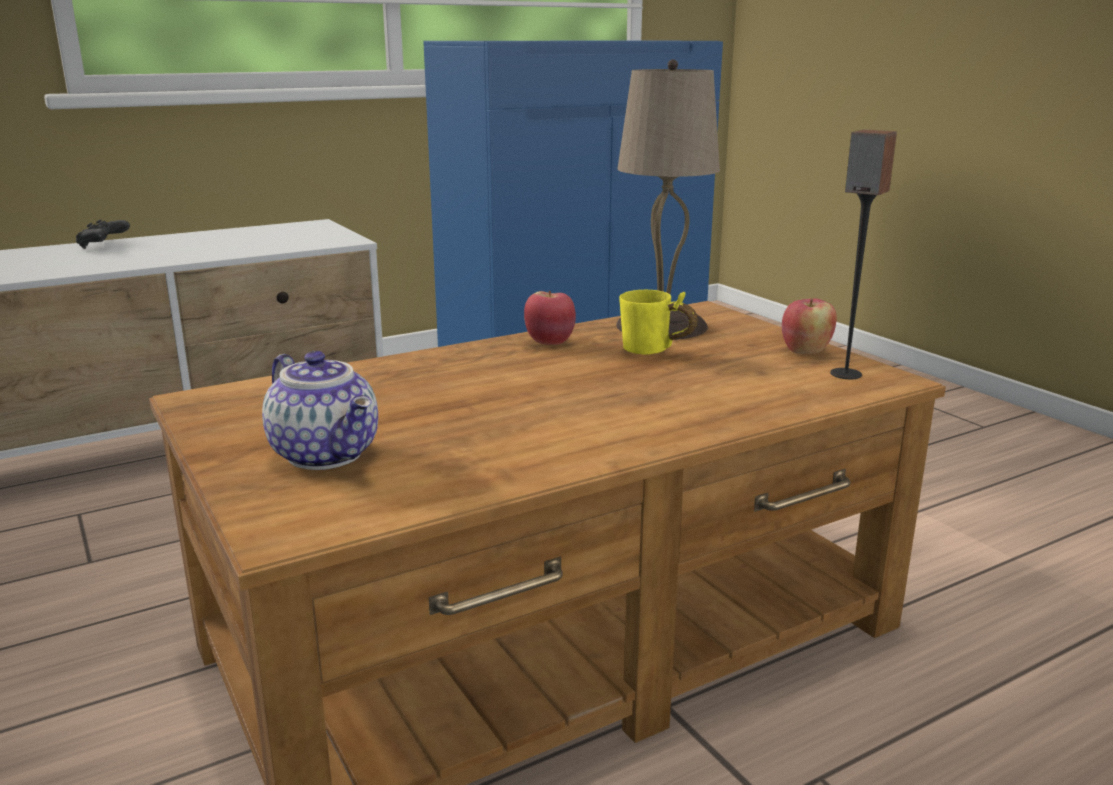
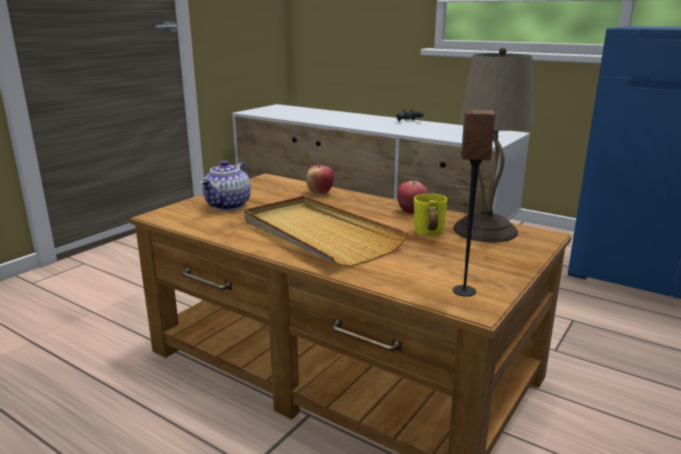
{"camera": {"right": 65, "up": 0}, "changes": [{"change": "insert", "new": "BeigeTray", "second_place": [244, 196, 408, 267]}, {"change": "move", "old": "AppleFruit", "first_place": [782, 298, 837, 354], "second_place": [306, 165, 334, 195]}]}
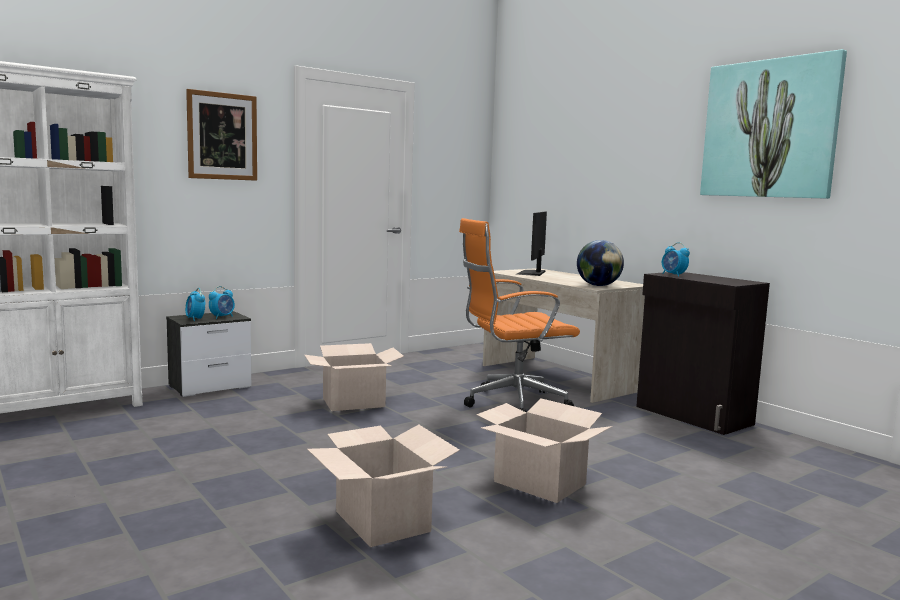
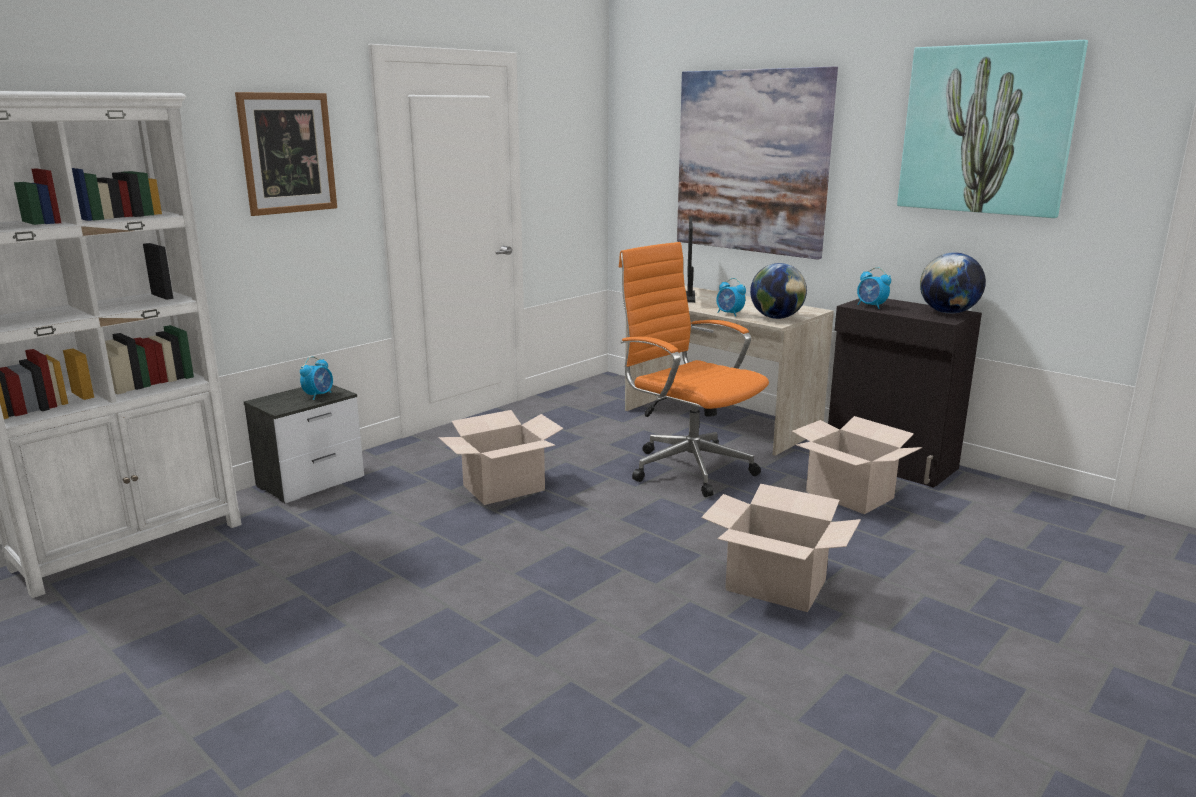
{"camera": {"right": -10, "up": 10}, "changes": [{"change": "rotate", "old": "OrangeDeskChair", "first_place": [459, 218, 580, 413], "second_place": [619, 242, 769, 497], "degrees": 75}, {"change": "insert", "new": "Picture", "second_place": [677, 67, 838, 260]}, {"change": "move", "old": "TableClock", "first_place": [185, 288, 205, 321], "second_place": [716, 278, 746, 317]}, {"change": "move", "old": "CardboardBox", "first_place": [307, 425, 460, 547], "second_place": [792, 416, 922, 514]}, {"change": "insert", "new": "WorldGlobe", "second_place": [920, 252, 986, 314]}]}
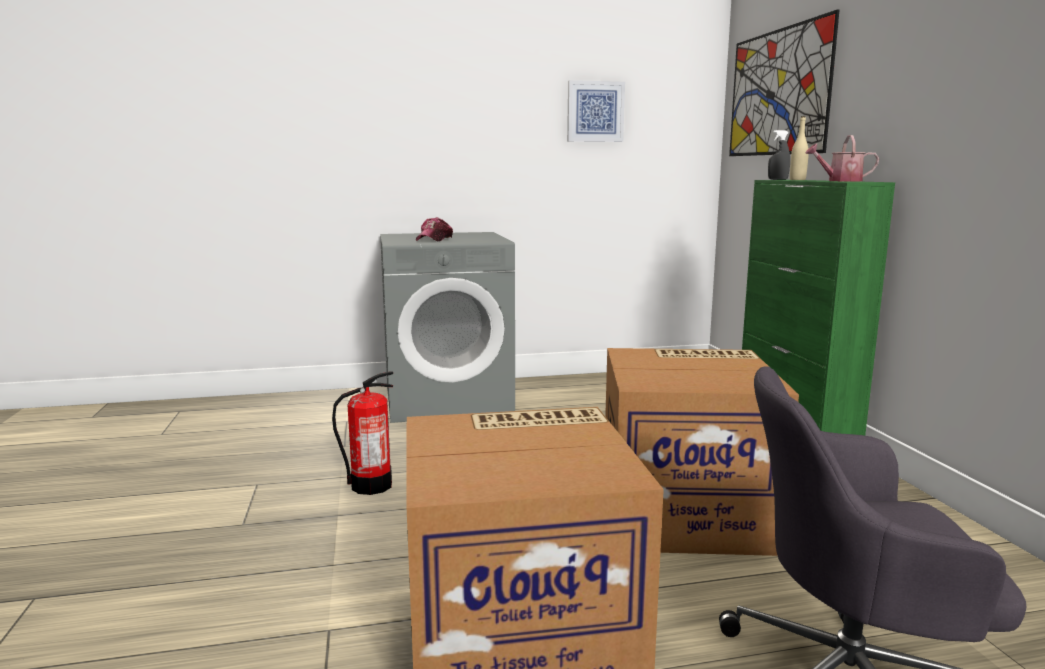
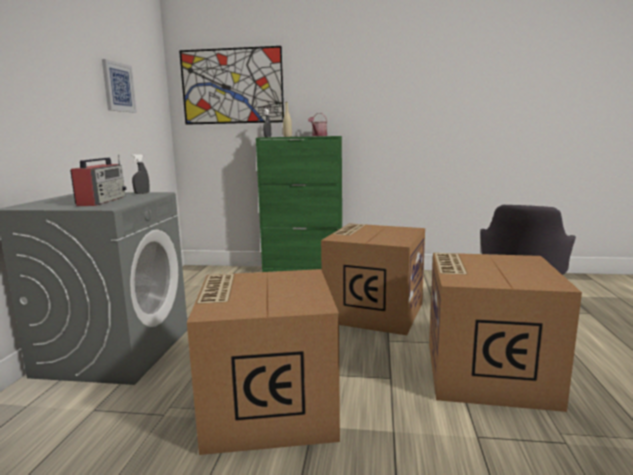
{"camera": {"right": -70, "up": 0}, "changes": [{"change": "replace", "old": "Cap", "new": "RadioSet", "first_place": [416, 217, 453, 241], "second_place": [70, 155, 127, 206]}, {"change": "insert", "new": "GreyHandSprayer", "second_place": [131, 154, 150, 194]}, {"change": "replace", "old": "Extinguisher", "new": "CardboardBox", "first_place": [332, 372, 393, 495], "second_place": [187, 269, 340, 455]}]}
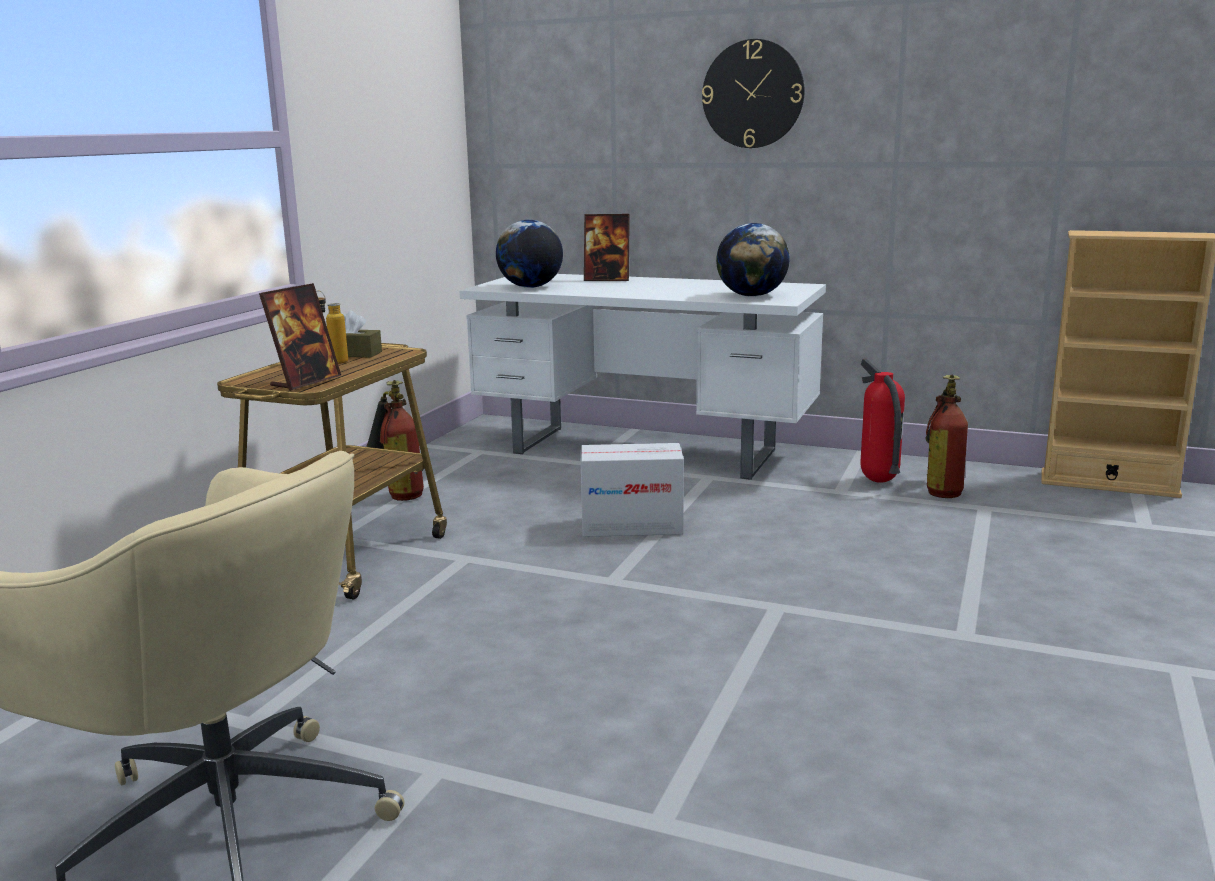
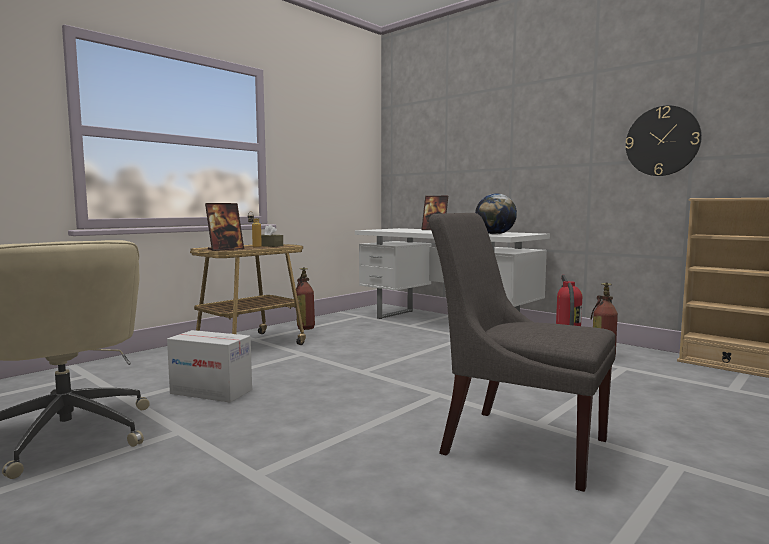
{"camera": {"right": 20, "up": -10}, "changes": [{"change": "move", "old": "CardboardBox", "first_place": [581, 443, 684, 537], "second_place": [167, 330, 252, 402]}, {"change": "insert", "new": "GreyChair", "second_place": [429, 213, 616, 492]}, {"change": "move", "old": "ClockOnTheWall", "first_place": [702, 39, 804, 148], "second_place": [625, 105, 702, 176]}, {"change": "delete", "old": "WorldGlobe", "first_place": [496, 220, 563, 288]}]}
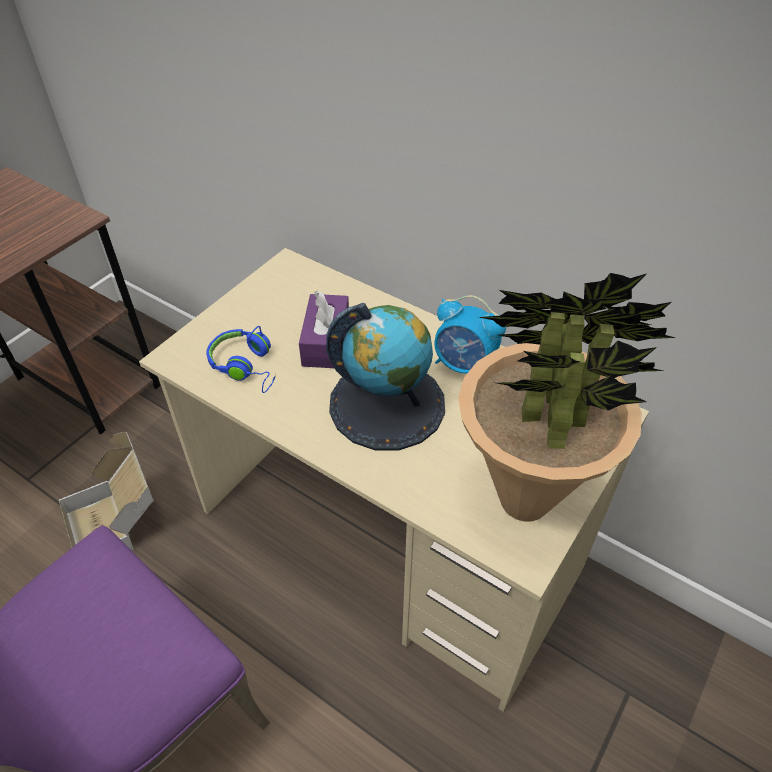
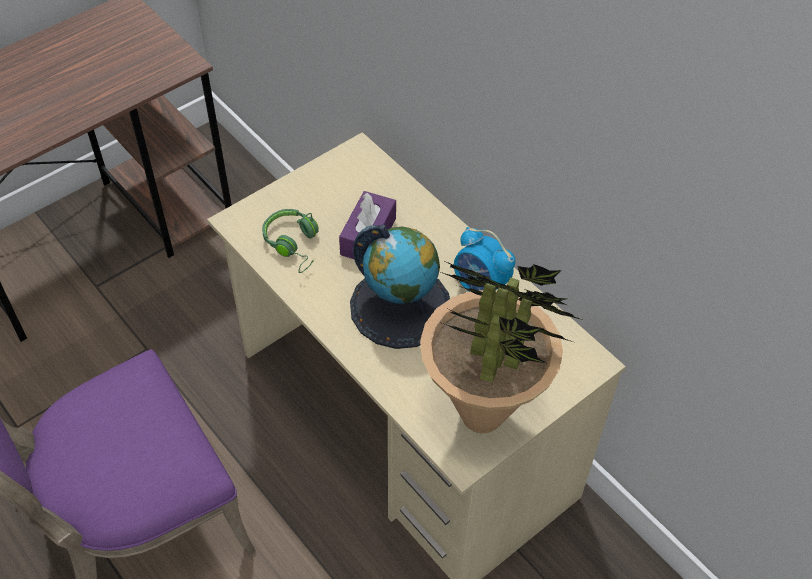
{"camera": {"right": 15, "up": 5}, "changes": [{"change": "recolor", "old": "BluishHeadphones", "new": "GreenHeadphones", "first_place": [206, 326, 276, 393], "second_place": [262, 209, 319, 273]}, {"change": "delete", "old": "CardboardBox", "first_place": [59, 432, 154, 550]}]}
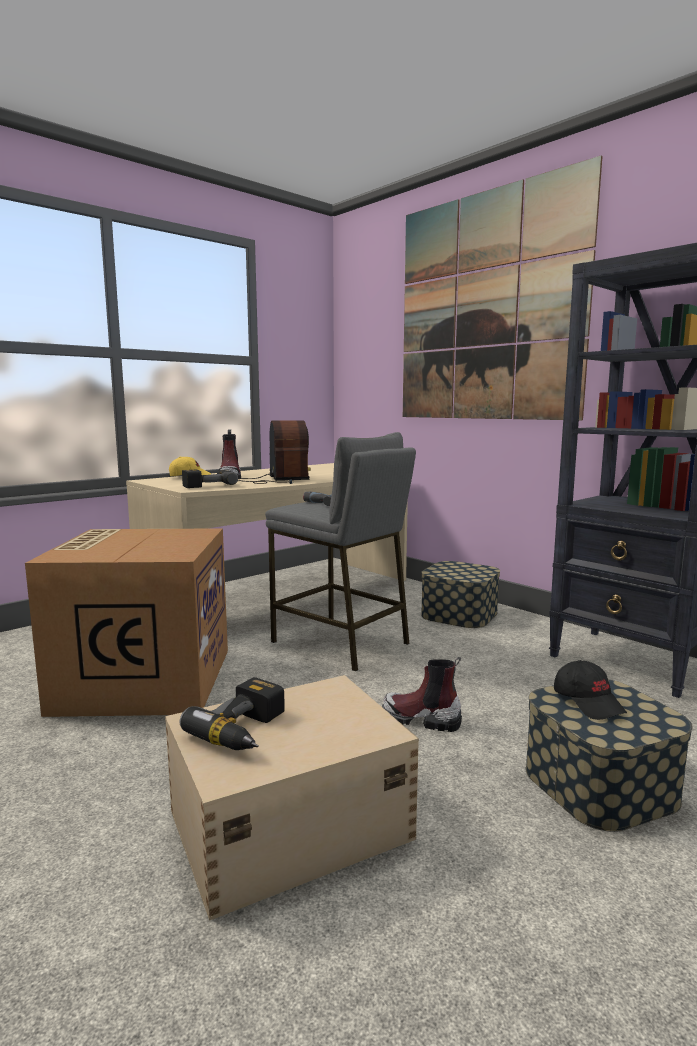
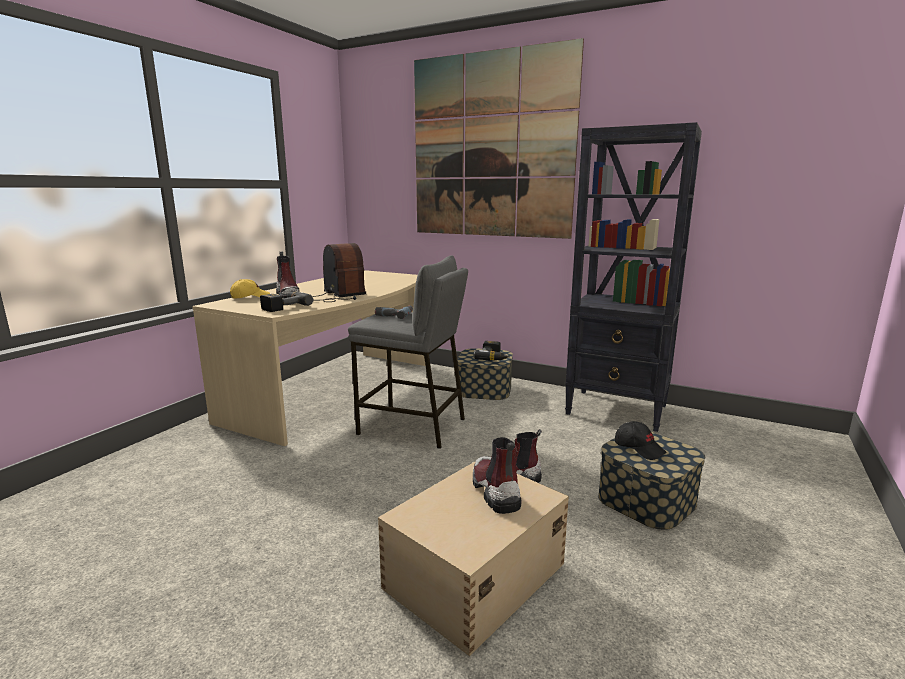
{"camera": {"right": -20, "up": 5}, "changes": [{"change": "insert", "new": "HighTopBoot", "second_place": [473, 437, 521, 514]}, {"change": "move", "old": "PowerDrill", "first_place": [180, 677, 285, 750], "second_place": [474, 341, 509, 360]}, {"change": "delete", "old": "CardboardBox", "first_place": [25, 528, 228, 717]}]}
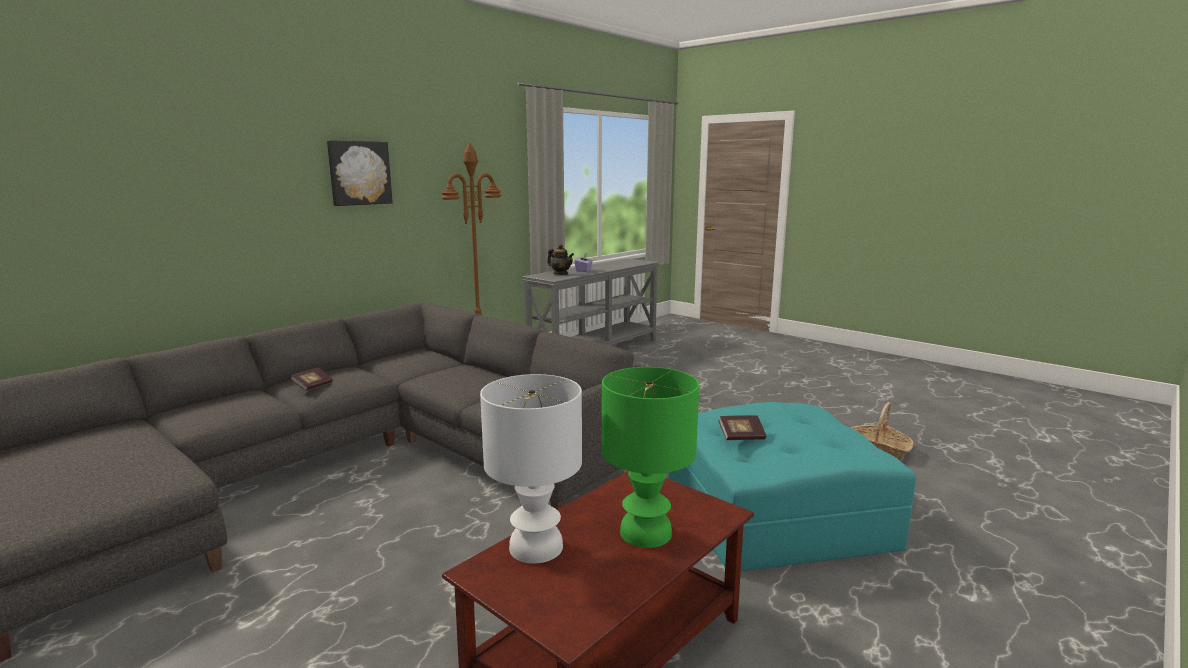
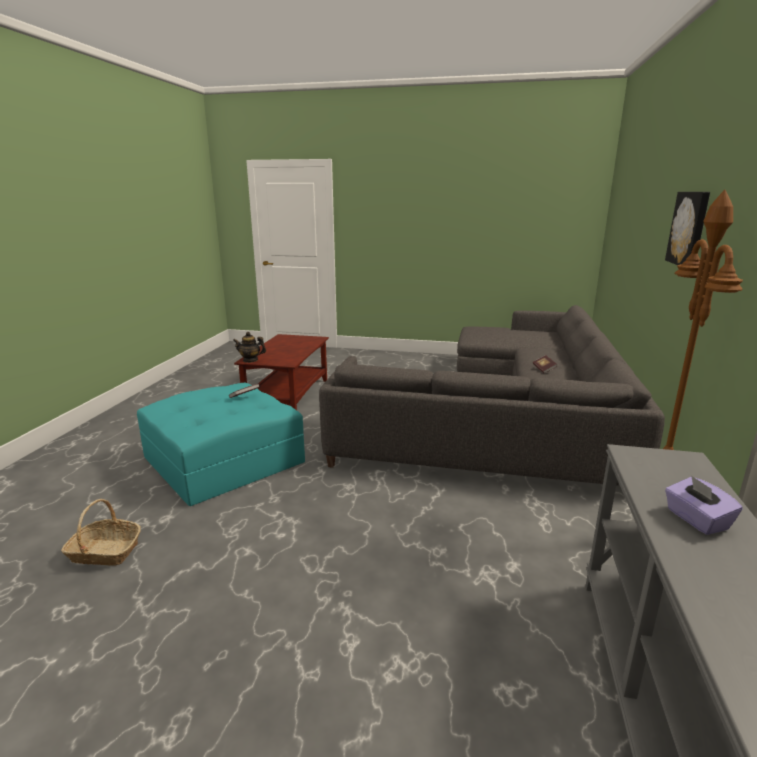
{"camera": {"right": 150, "up": 5}, "changes": [{"change": "move", "old": "TeaPot", "first_place": [547, 244, 574, 275], "second_place": [233, 332, 266, 363]}, {"change": "delete", "old": "WhiteLampForATable", "first_place": [480, 374, 582, 564]}, {"change": "delete", "old": "GreenLampForATable", "first_place": [602, 367, 699, 548]}]}
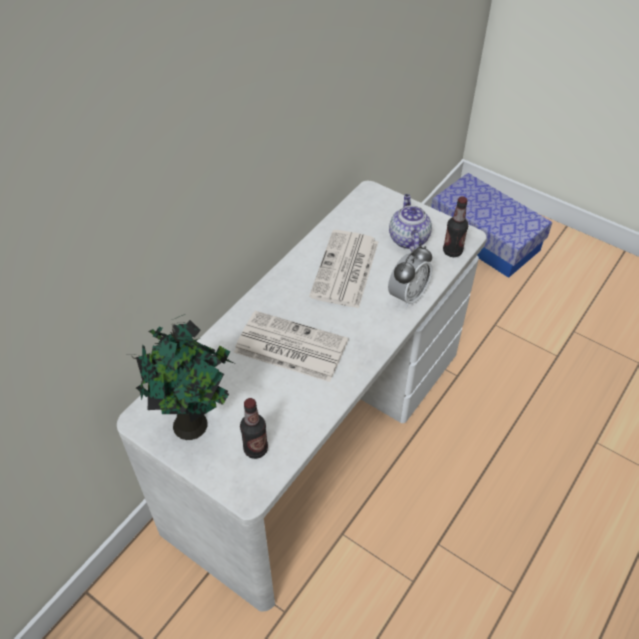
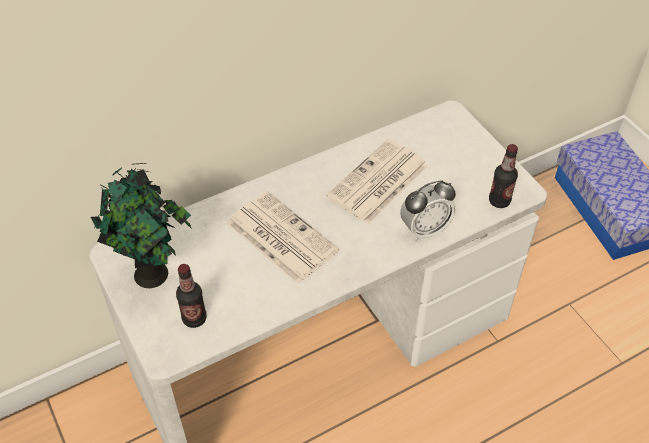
{"camera": {"right": 25, "up": 0}, "changes": [{"change": "delete", "old": "TeaPot", "first_place": [389, 194, 432, 252]}]}
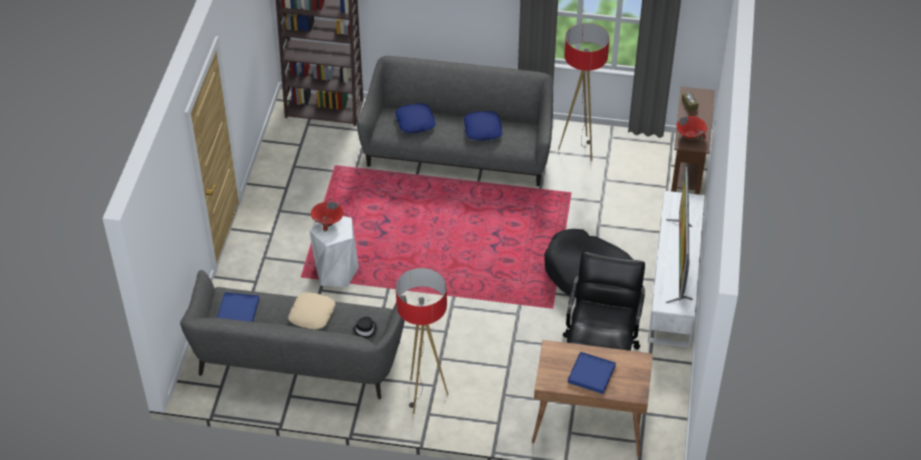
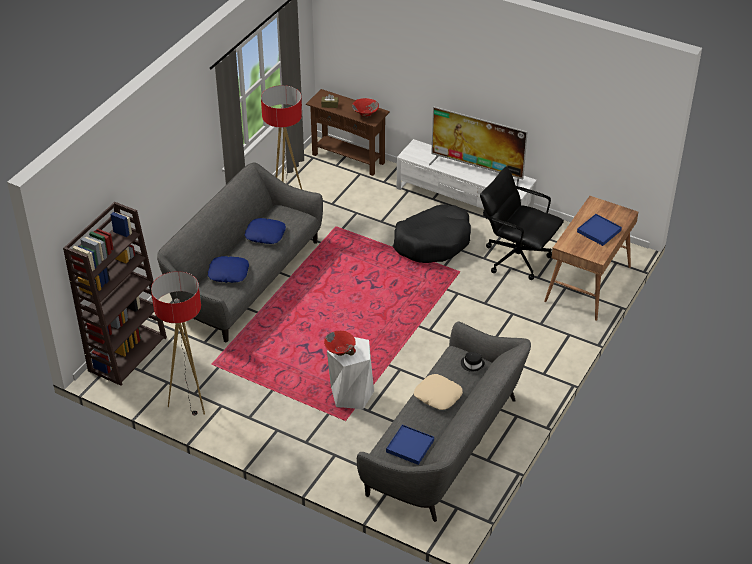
{"camera": {"right": -70, "up": -5}, "changes": [{"change": "move", "old": "StandardLamp", "first_place": [396, 268, 448, 414], "second_place": [151, 271, 205, 415]}]}
